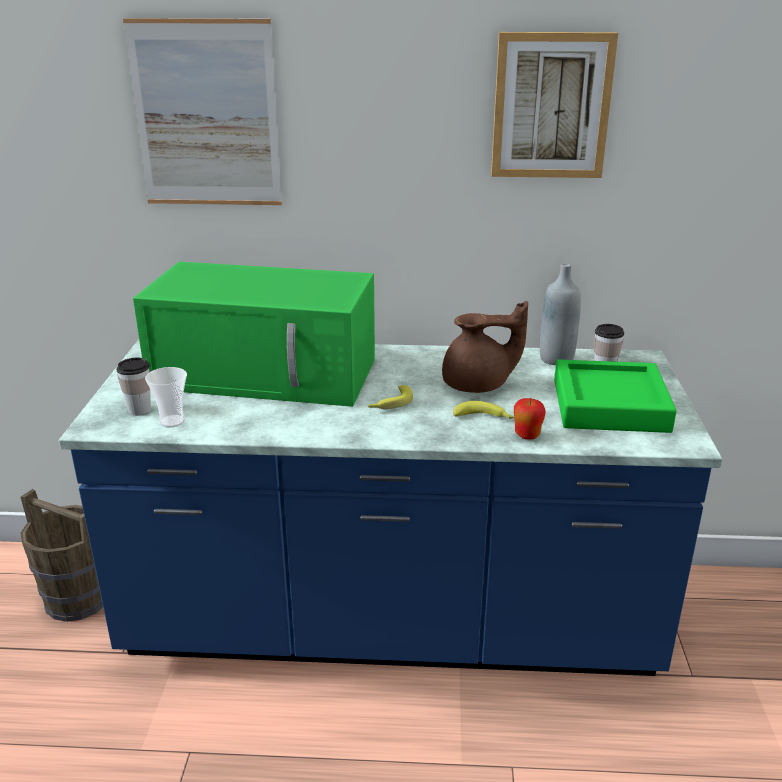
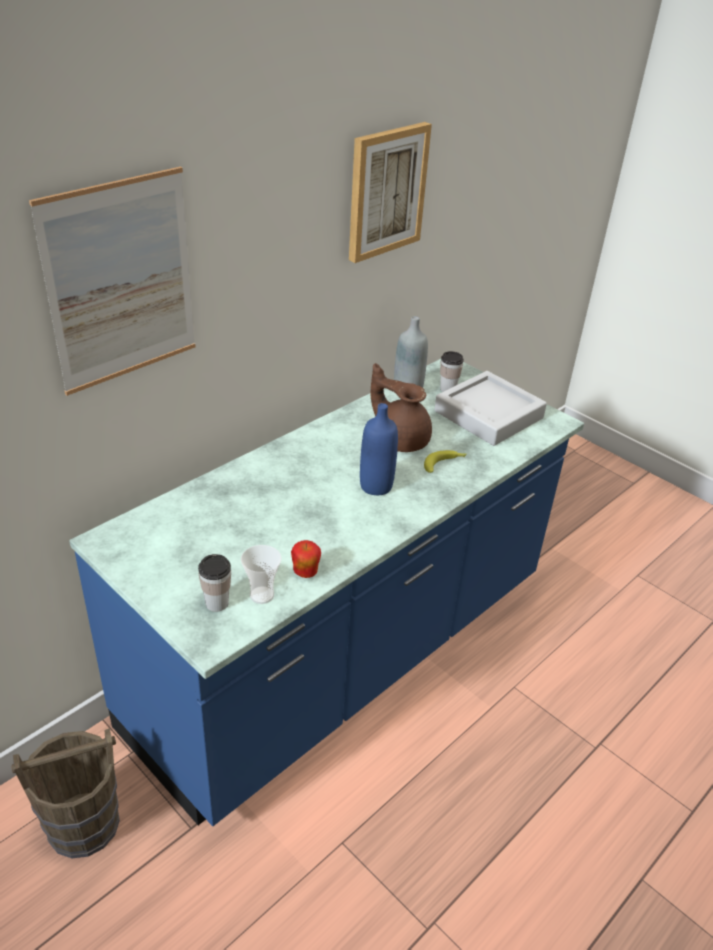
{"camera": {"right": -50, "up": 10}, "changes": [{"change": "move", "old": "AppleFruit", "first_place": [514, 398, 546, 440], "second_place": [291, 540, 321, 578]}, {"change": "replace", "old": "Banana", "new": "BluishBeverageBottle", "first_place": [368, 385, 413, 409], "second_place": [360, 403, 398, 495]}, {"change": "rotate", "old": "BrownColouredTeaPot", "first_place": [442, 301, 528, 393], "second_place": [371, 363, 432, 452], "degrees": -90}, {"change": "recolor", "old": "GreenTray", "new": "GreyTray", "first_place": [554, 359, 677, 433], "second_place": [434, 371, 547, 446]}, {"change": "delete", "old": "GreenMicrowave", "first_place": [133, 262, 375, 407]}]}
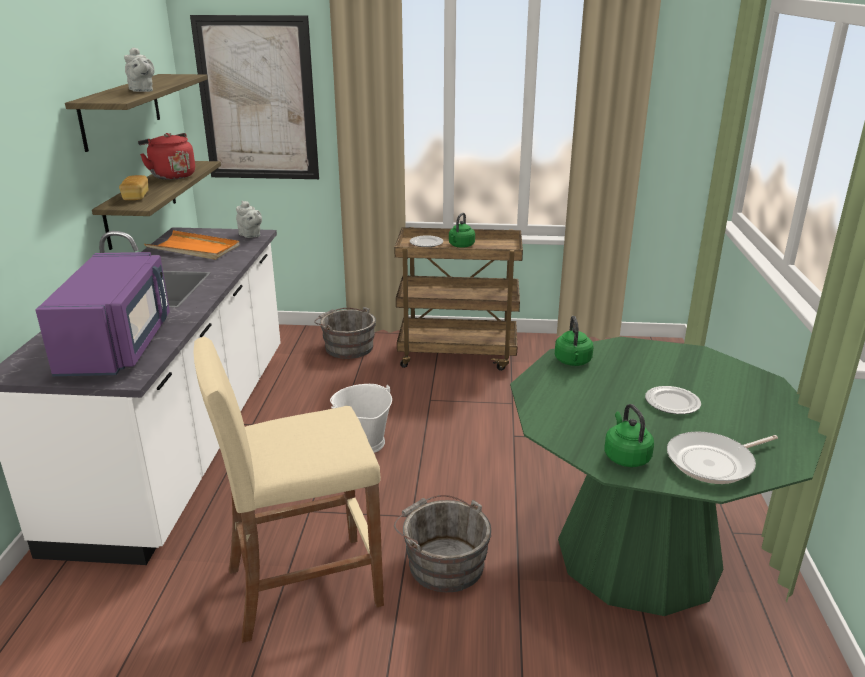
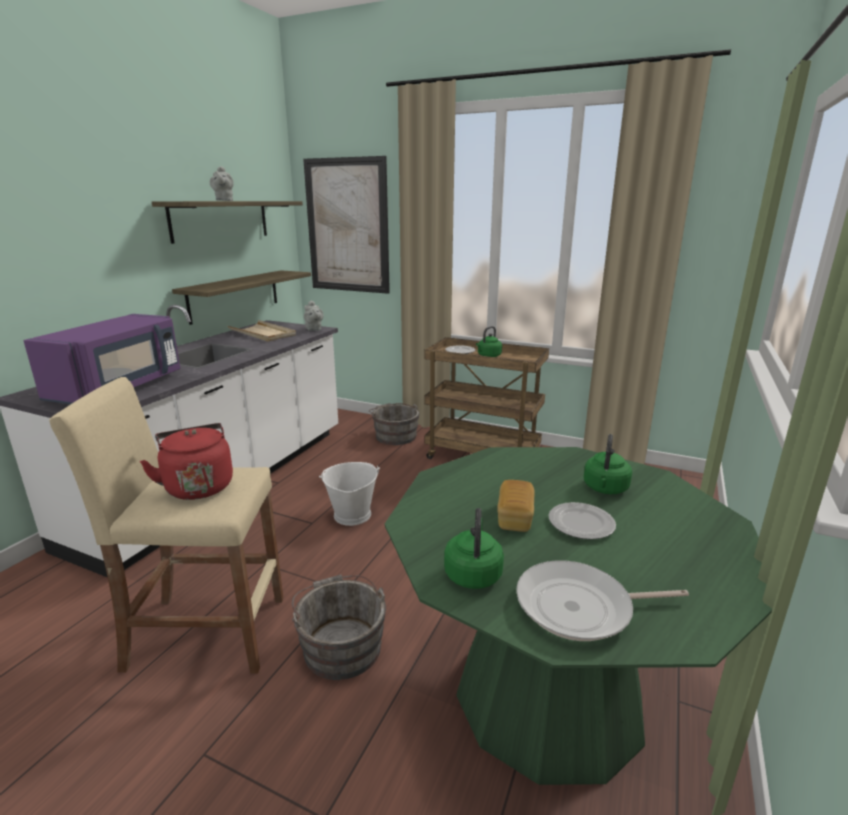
{"camera": {"right": 20, "up": -5}, "changes": [{"change": "move", "old": "RedKettle", "first_place": [138, 133, 195, 180], "second_place": [140, 423, 233, 500]}, {"change": "recolor", "old": "OrangeTray", "new": "BeigeTray", "first_place": [145, 230, 240, 260], "second_place": [228, 320, 296, 342]}, {"change": "move", "old": "BakedBread", "first_place": [119, 175, 148, 200], "second_place": [497, 480, 535, 532]}, {"change": "move", "old": "GreenKettle", "first_place": [555, 316, 593, 366], "second_place": [584, 434, 632, 494]}]}
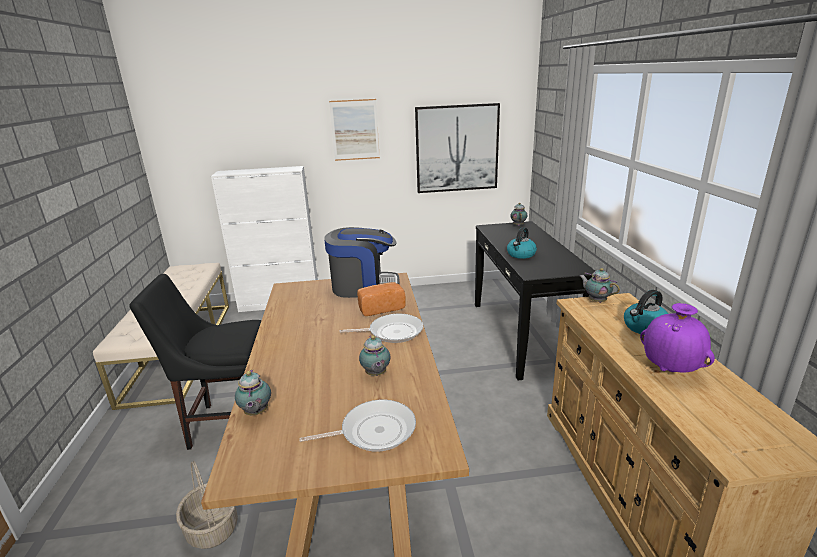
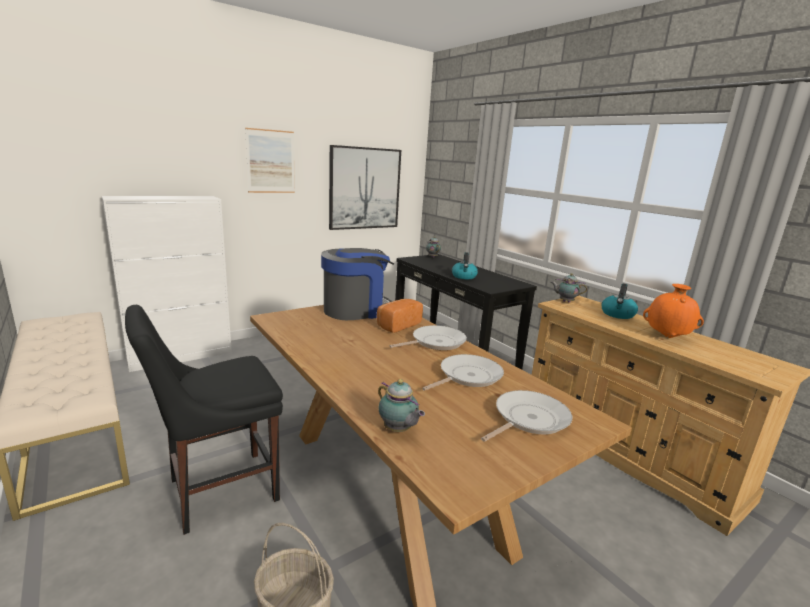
{"camera": {"right": -30, "up": -5}, "changes": [{"change": "replace", "old": "TeaPot", "new": "Pan", "first_place": [359, 335, 390, 376], "second_place": [422, 354, 504, 391]}, {"change": "recolor", "old": "PurplishDecorativeVase", "new": "OrangeDecorativeVase", "first_place": [640, 303, 715, 373], "second_place": [643, 284, 704, 338]}]}
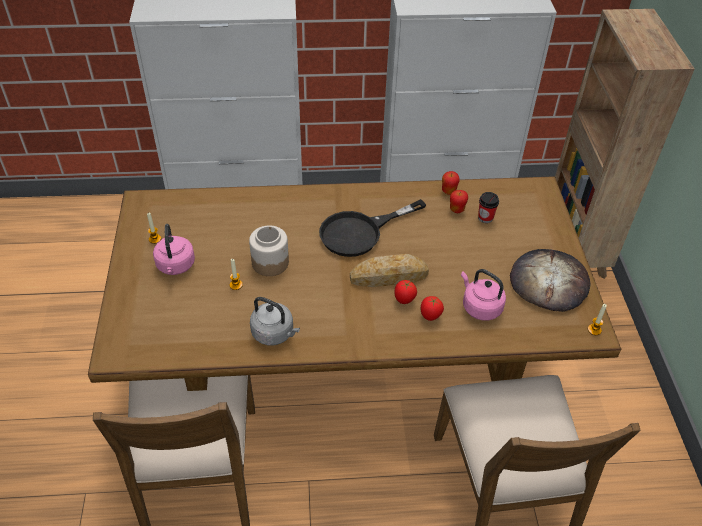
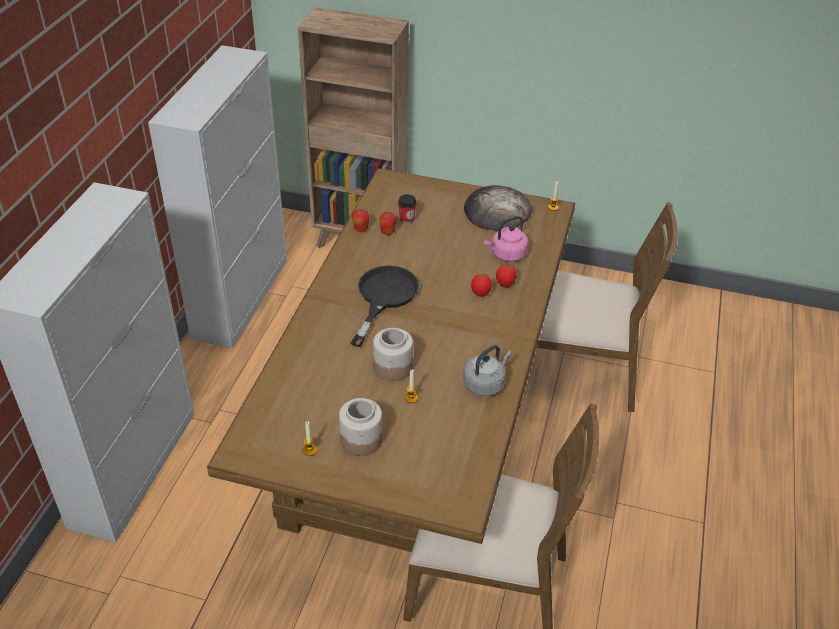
{"camera": {"right": -70, "up": -5}, "changes": [{"change": "replace", "old": "PinkColouredKettle", "new": "PreserveJar", "first_place": [153, 224, 195, 275], "second_place": [339, 398, 382, 456]}, {"change": "rotate", "old": "BlackColouredPan", "first_place": [319, 199, 426, 257], "second_place": [351, 266, 419, 347], "degrees": -150}, {"change": "delete", "old": "BakedBread", "first_place": [350, 254, 429, 287]}]}
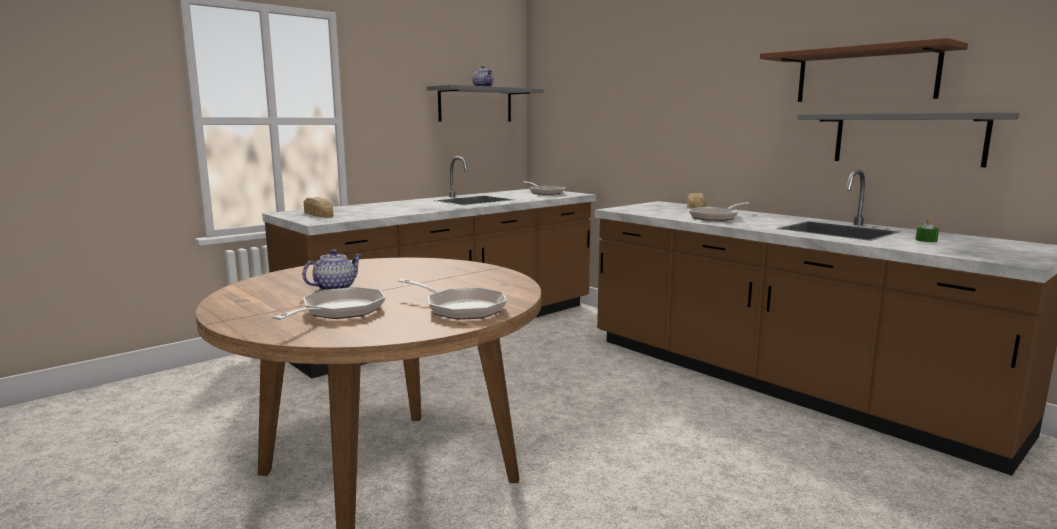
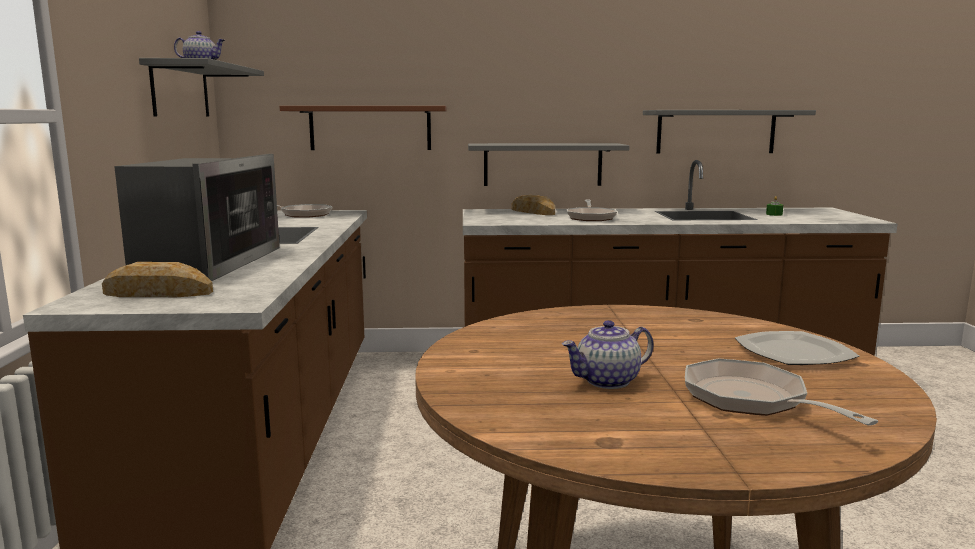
{"camera": {"right": -50, "up": 0}, "changes": [{"change": "insert", "new": "Microwave", "second_place": [114, 154, 280, 281]}, {"change": "move", "old": "BrownColouredWallShelf", "first_place": [760, 38, 968, 102], "second_place": [279, 106, 447, 150]}, {"change": "insert", "new": "GreyWallShelf", "second_place": [468, 143, 629, 186]}, {"change": "rotate", "old": "TeaPot", "first_place": [302, 249, 362, 291], "second_place": [562, 320, 653, 389], "degrees": -105}, {"change": "replace", "old": "Pan", "new": "Plate", "first_place": [398, 279, 507, 320], "second_place": [735, 331, 859, 365]}]}
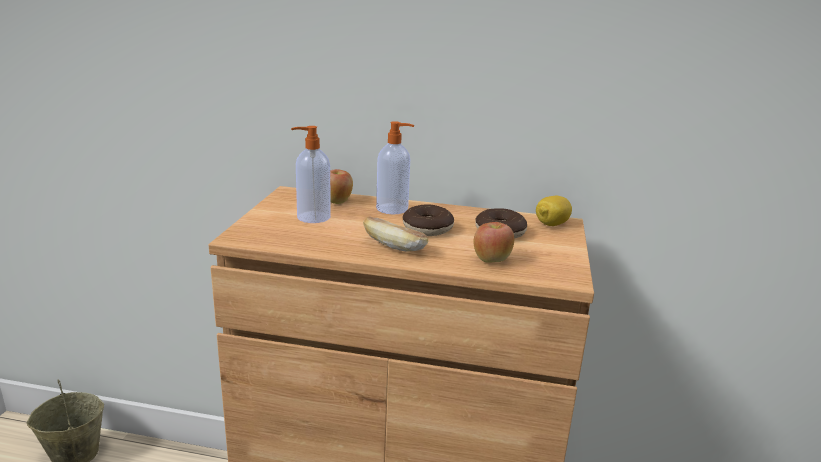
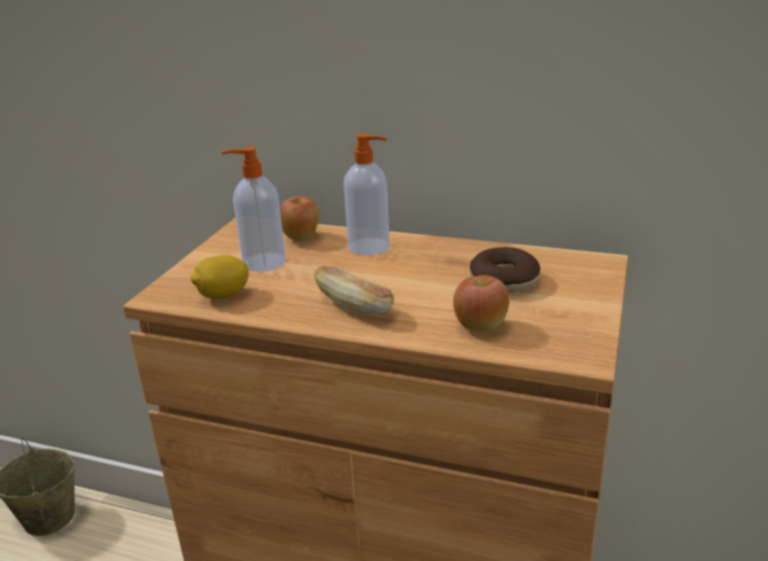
{"camera": {"right": 10, "up": 5}, "changes": [{"change": "move", "old": "WholeLemon", "first_place": [536, 196, 572, 226], "second_place": [190, 255, 248, 299]}, {"change": "delete", "old": "RingDoughnut", "first_place": [403, 205, 454, 236]}]}
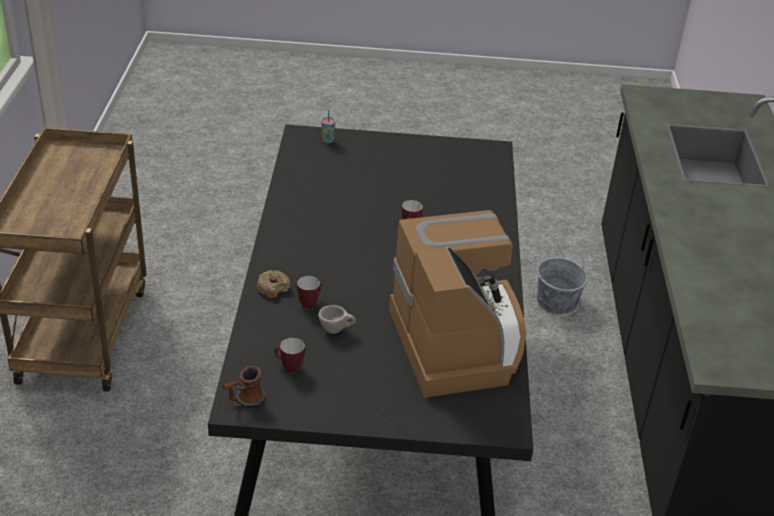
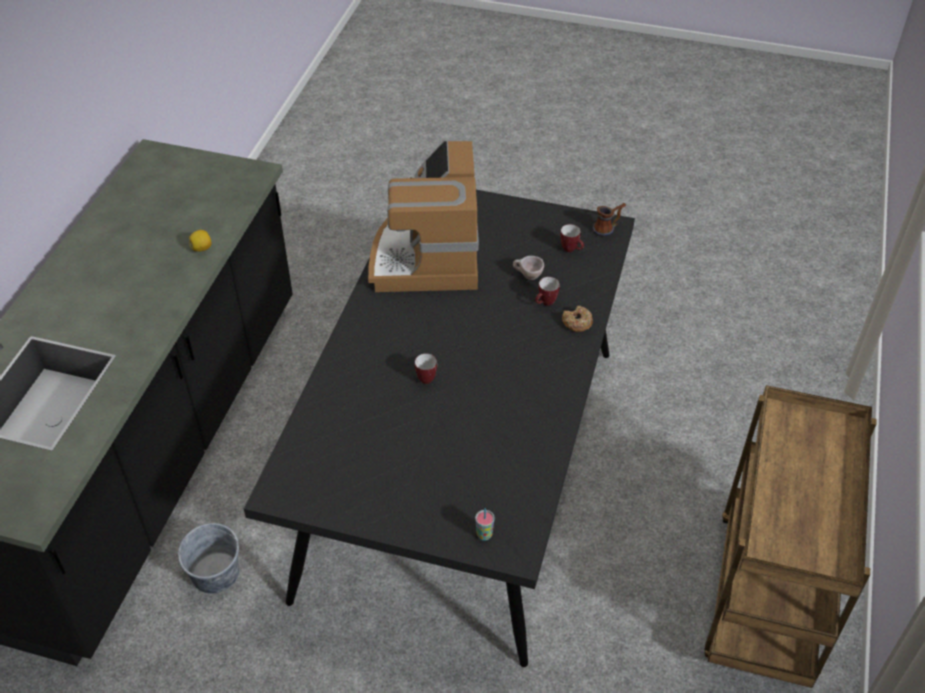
{"camera": {"right": -165, "up": 10}, "changes": [{"change": "insert", "new": "WholeLemon", "second_place": [189, 230, 212, 252]}]}
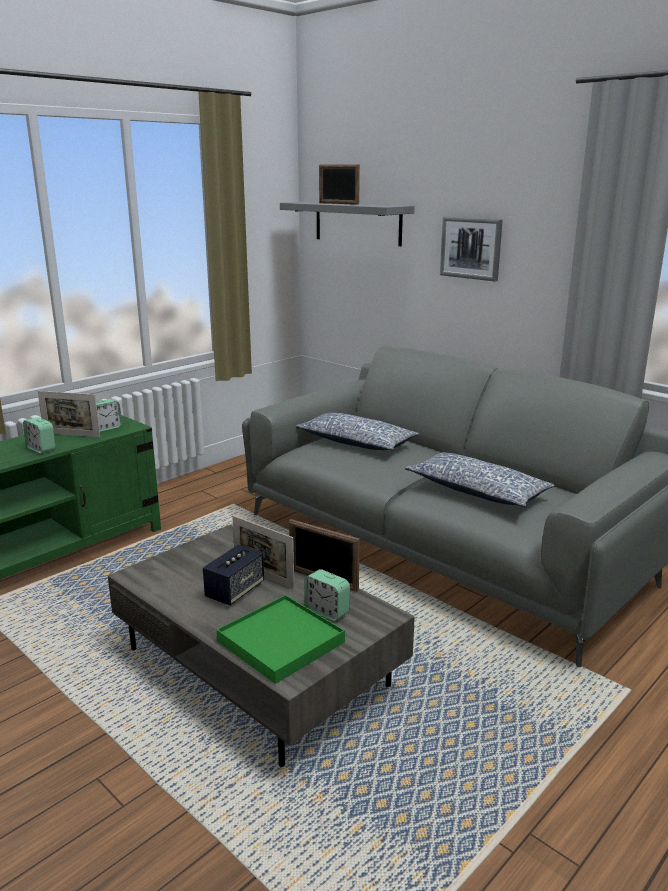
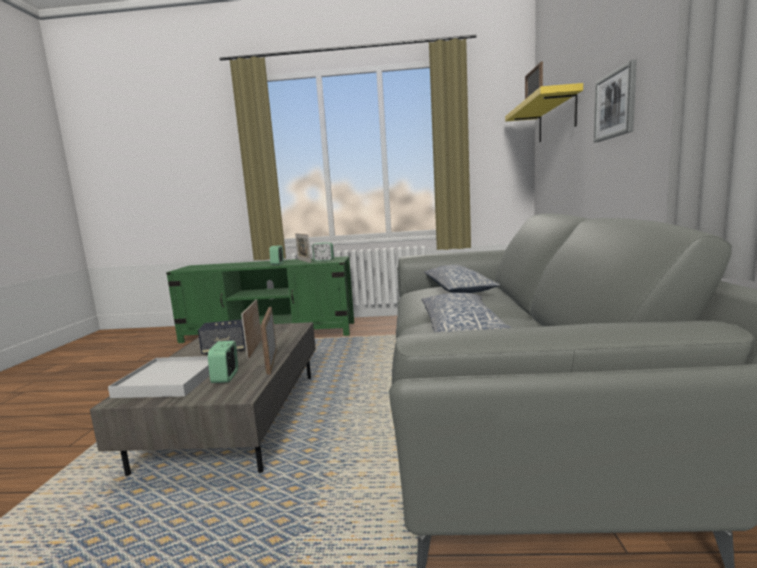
{"camera": {"right": 50, "up": -10}, "changes": [{"change": "recolor", "old": "GreenTray", "new": "WhiteTray", "first_place": [216, 595, 345, 684], "second_place": [108, 356, 210, 398]}, {"change": "recolor", "old": "GreyWallShelf", "new": "YellowWallShelf", "first_place": [280, 202, 415, 246], "second_place": [505, 83, 583, 142]}]}
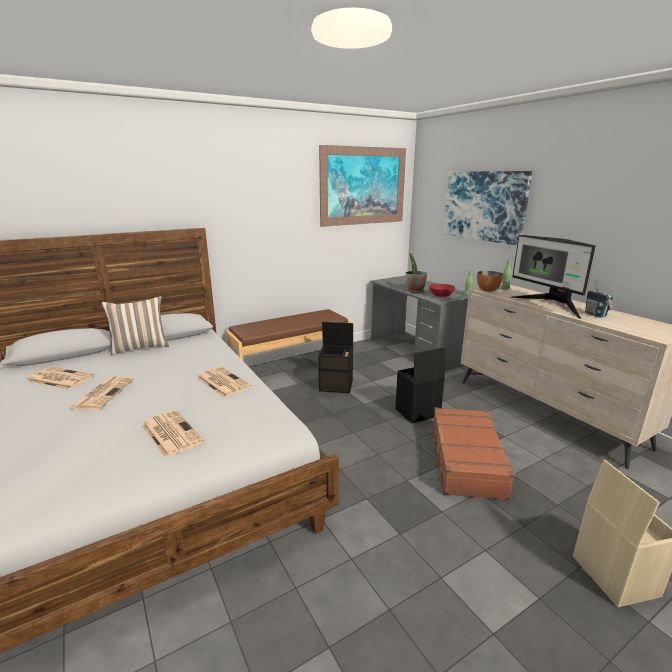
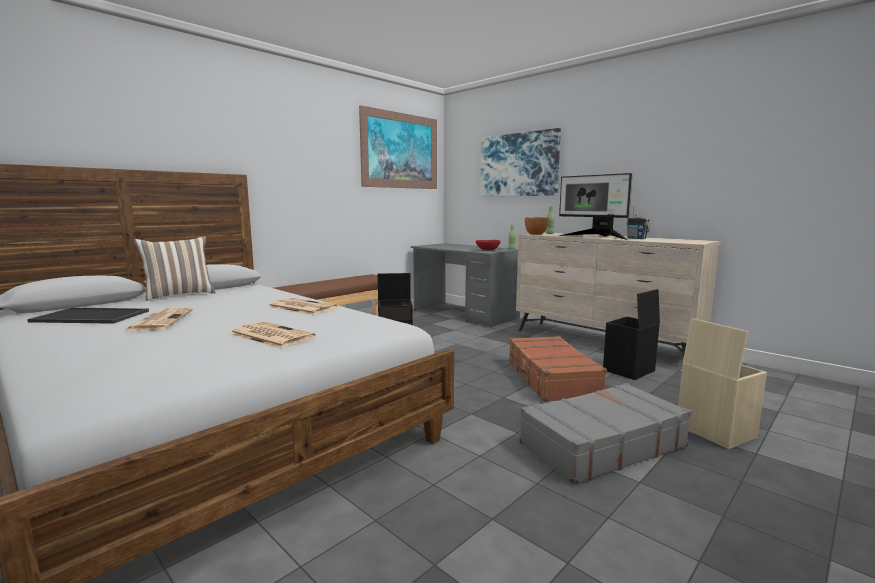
{"camera": {"right": -15, "up": -10}, "changes": [{"change": "replace", "old": "PrintedPaper", "new": "Tray", "first_place": [26, 367, 94, 390], "second_place": [27, 308, 149, 324]}, {"change": "insert", "new": "GreySuitcase", "second_place": [520, 383, 691, 485]}, {"change": "move", "old": "BlackColouredStorageBox", "first_place": [395, 347, 445, 424], "second_place": [603, 289, 660, 380]}, {"change": "delete", "old": "Houseplant", "first_place": [405, 253, 427, 293]}]}
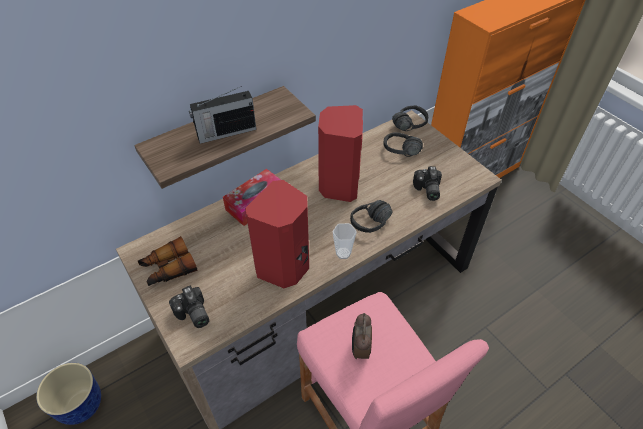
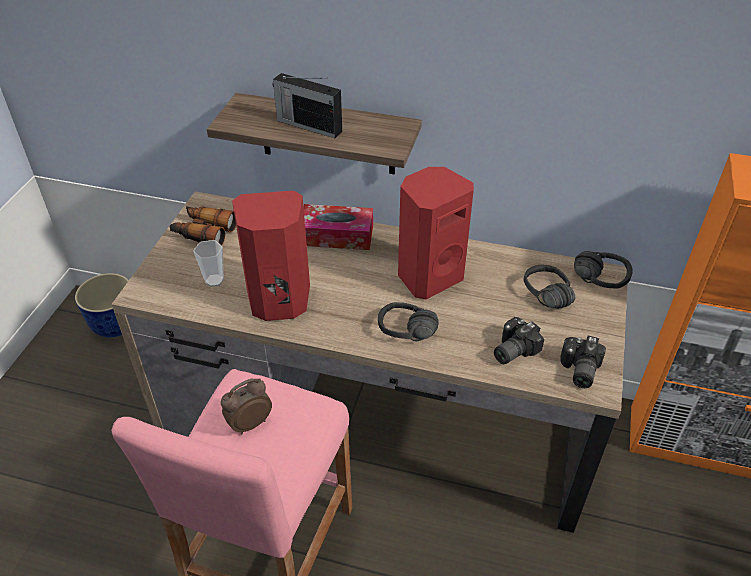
{"camera": {"right": 50, "up": -5}, "changes": [{"change": "move", "old": "DrinkingCup", "first_place": [333, 223, 357, 259], "second_place": [193, 240, 224, 287]}, {"change": "move", "old": "StillCamera", "first_place": [169, 285, 209, 328], "second_place": [560, 336, 606, 388]}]}
